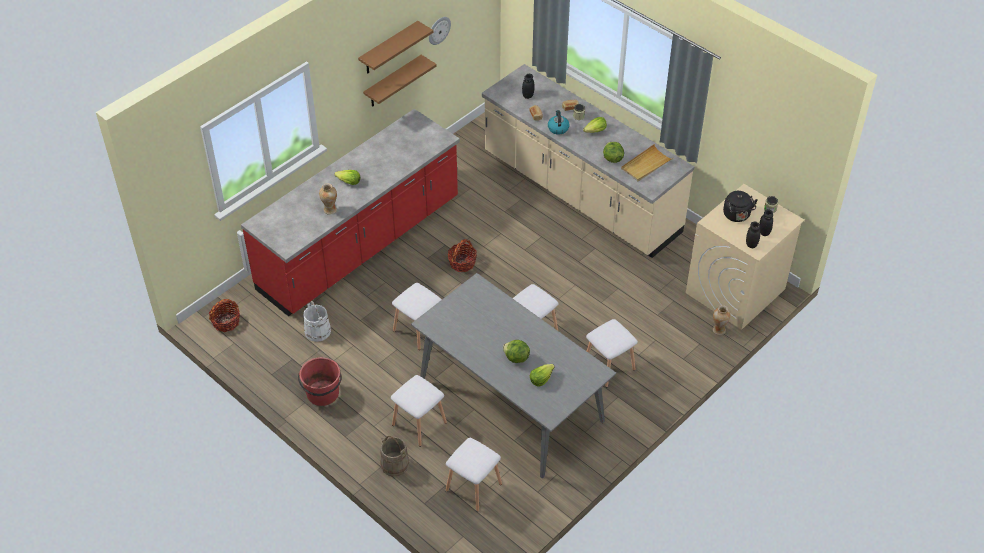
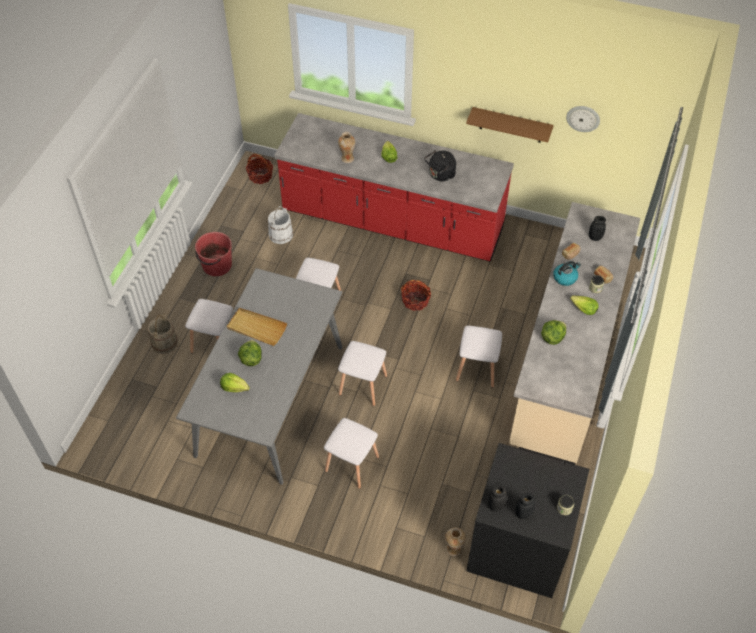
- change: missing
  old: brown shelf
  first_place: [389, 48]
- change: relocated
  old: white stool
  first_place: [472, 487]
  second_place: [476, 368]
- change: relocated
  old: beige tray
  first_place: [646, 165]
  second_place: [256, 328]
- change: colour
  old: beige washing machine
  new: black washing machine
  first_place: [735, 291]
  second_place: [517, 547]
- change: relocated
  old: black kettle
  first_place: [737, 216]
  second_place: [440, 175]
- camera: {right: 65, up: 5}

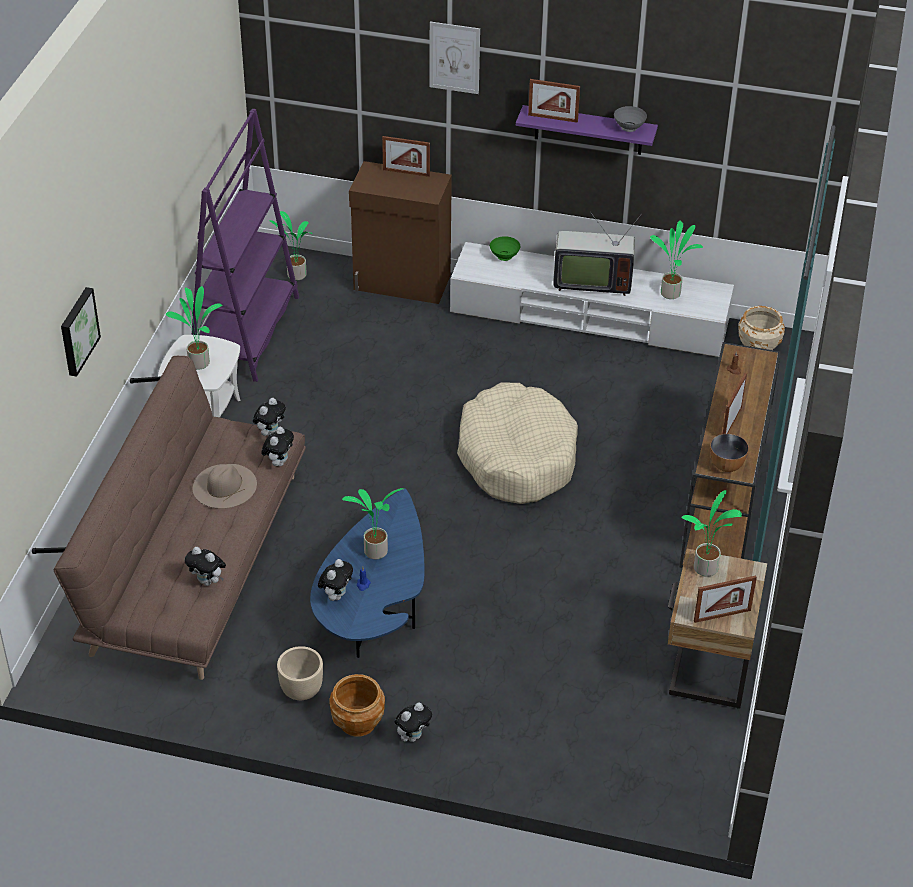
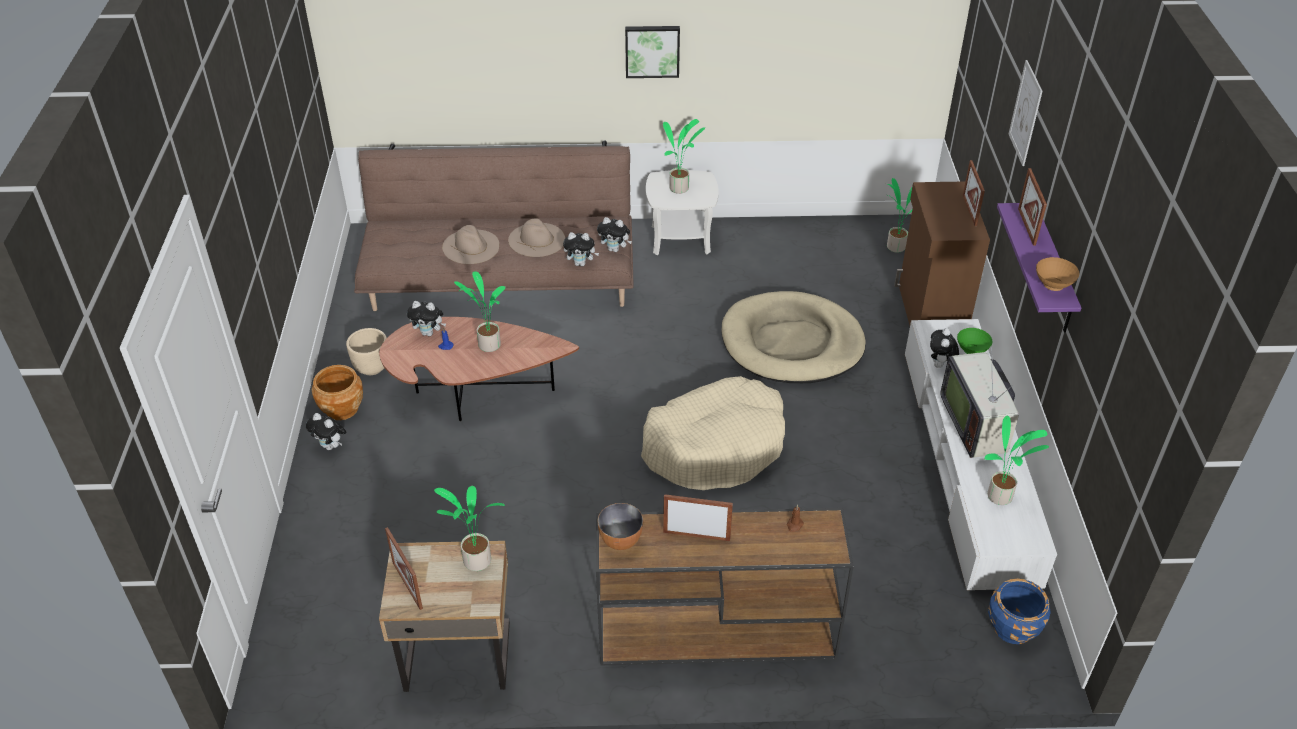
- change: relocated
  old: picture
  first_place: [77, 331]
  second_place: [652, 50]
- change: relocated
  old: plush toy
  first_place: [208, 581]
  second_place: [940, 366]
- change: missing
  old: purple bookcase
  first_place: [245, 334]
- change: colour
  old: blue coffee table
  new: brown coffee table
  first_place: [374, 611]
  second_place: [473, 391]
- change: colour
  old: grey bowl
  new: brown bowl
  first_place: [629, 129]
  second_place: [1053, 286]
- change: colour
  old: beige planter
  new: blue planter
  first_place: [758, 346]
  second_place: [1013, 628]
- change: appeared
  new: beige hat
  second_place: [471, 246]
- change: appeared
  new: beige dog bed
  second_place: [792, 343]
- camera: {right: 75, up: 0}

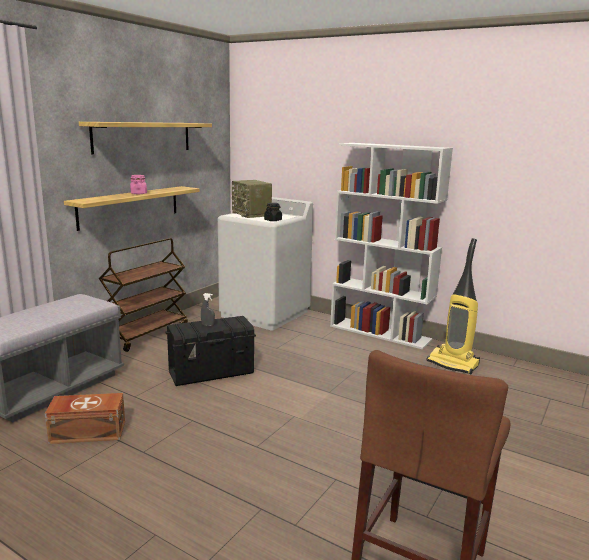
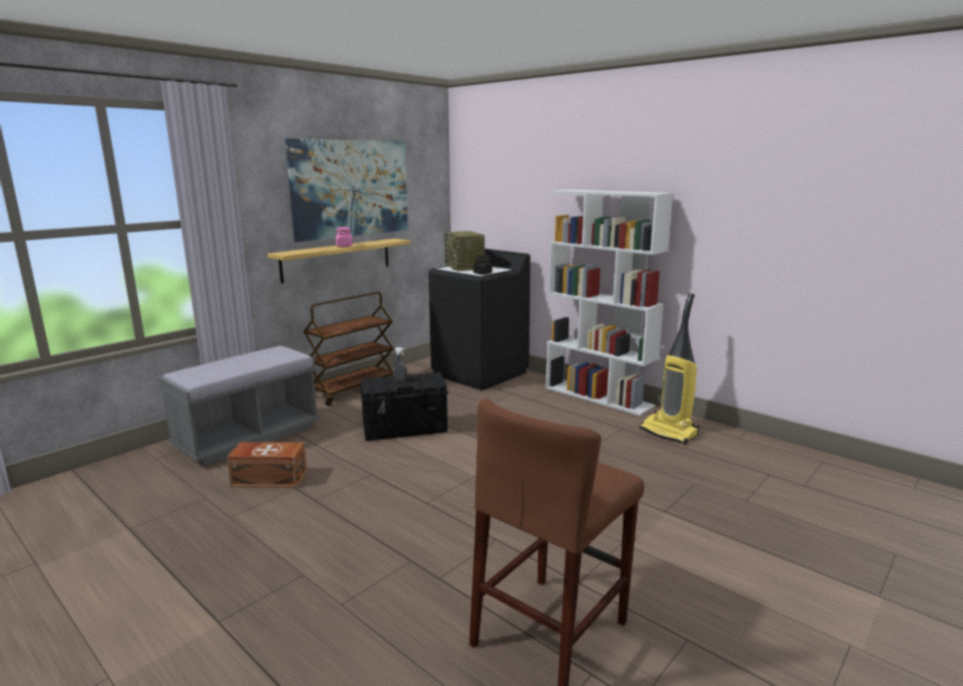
- change: exchanged
  old: shelf
  new: picture
  first_place: [143, 137]
  second_place: [351, 188]
- change: colour
  old: white washing machine
  new: black washing machine
  first_place: [265, 314]
  second_place: [480, 373]
- camera: {right: 10, up: 0}

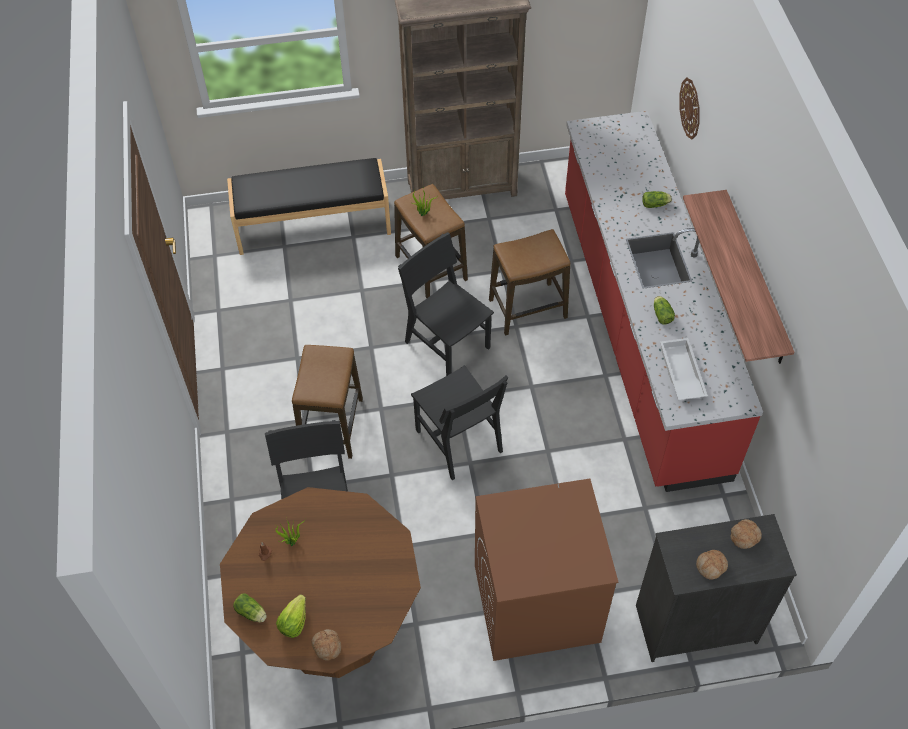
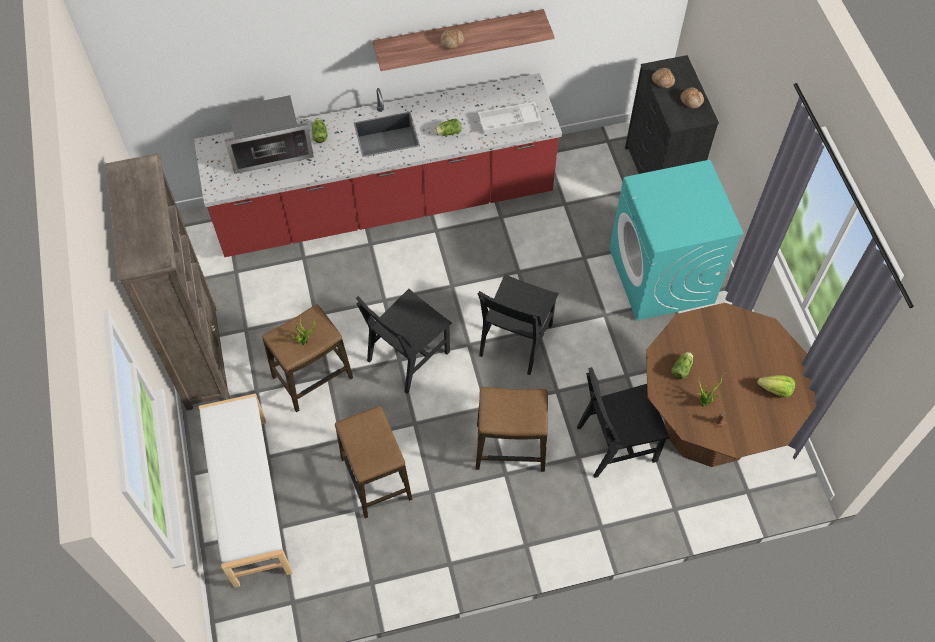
- change: colour
  old: black bench
  new: white bench
  first_place: [313, 225]
  second_place: [249, 500]
- change: relocated
  old: lettuce
  first_place: [252, 613]
  second_place: [682, 368]
- change: relocated
  old: bread
  first_place: [326, 646]
  second_place: [452, 42]
- change: spun
  old: black chair
  first_place: [458, 441]
  second_place: [515, 340]
  degrees: 150
- change: colour
  old: brown washing machine
  new: turquoise washing machine
  first_place: [535, 604]
  second_place: [662, 276]
- change: relocated
  old: stool
  first_place: [528, 309]
  second_place: [376, 478]
- change: missing
  old: wall clock
  first_place: [690, 108]
- change: appeared
  new: microwave
  second_place: [270, 149]
- camera: {right: -95, up: 5}

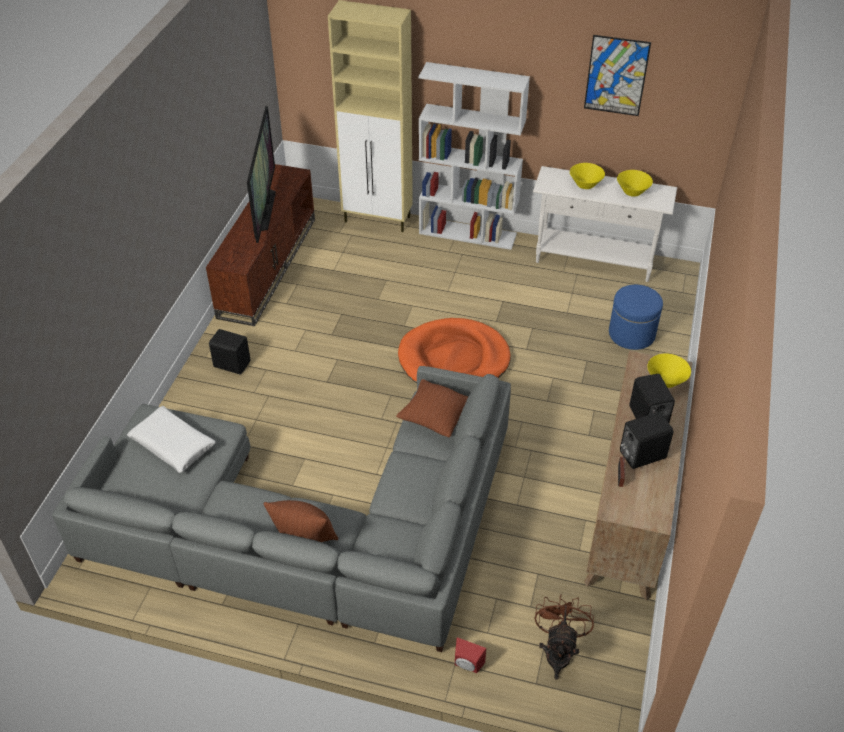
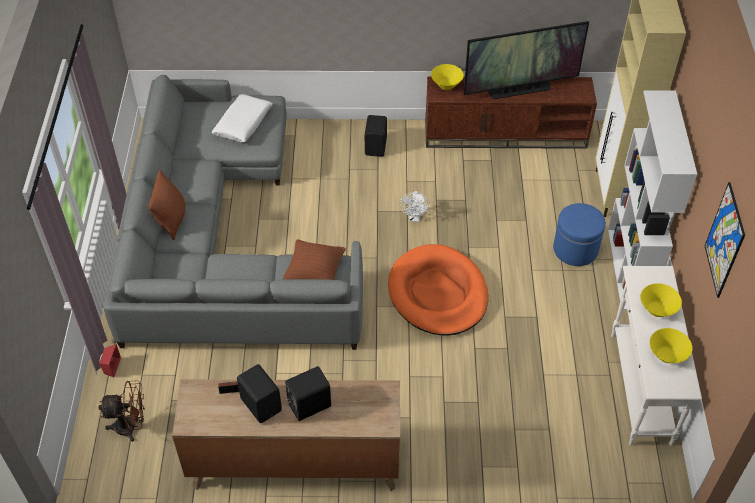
- change: relocated
  old: blue ottoman
  first_place: [631, 334]
  second_place: [575, 249]
- change: relocated
  old: yellow bowl
  first_place: [666, 381]
  second_place: [446, 85]
- change: appeared
  new: white fan
  second_place: [414, 217]
- camera: {right: 75, up: 5}

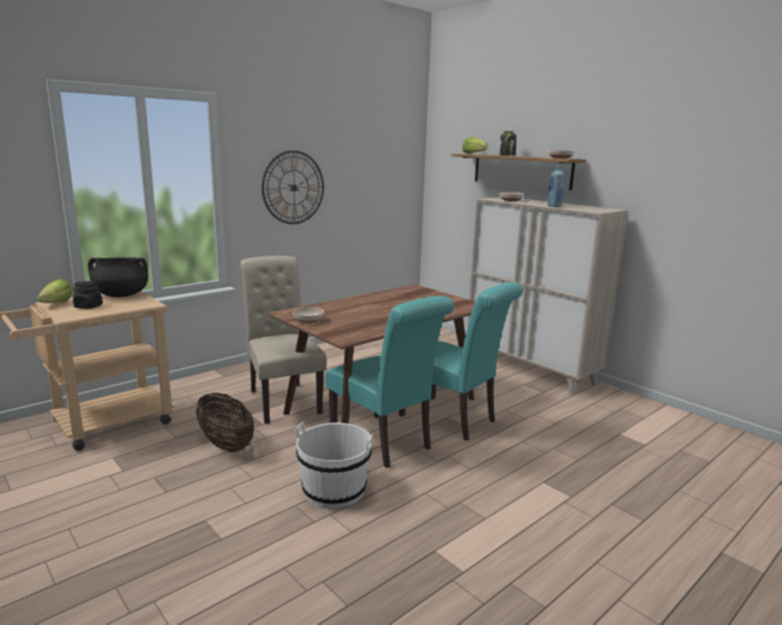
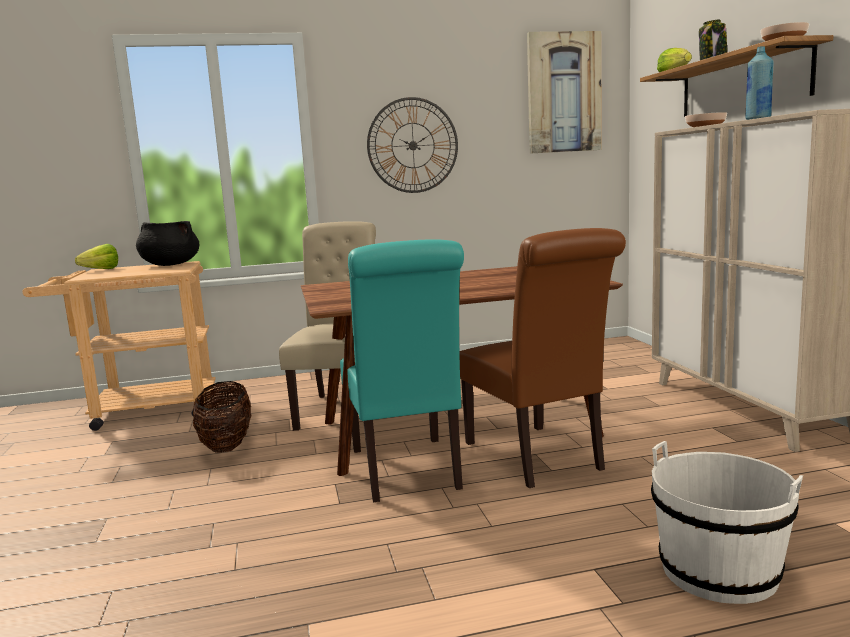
- change: missing
  old: black jar
  first_place: [88, 306]
- change: missing
  old: bowl
  first_place: [308, 320]
- change: relocated
  old: white bucket
  first_place: [334, 490]
  second_place: [719, 571]
- change: colour
  old: turquoise chair
  new: brown chair
  first_place: [452, 420]
  second_place: [538, 458]
- change: appeared
  new: picture
  second_place: [563, 93]
- camera: {right: 30, up: -5}

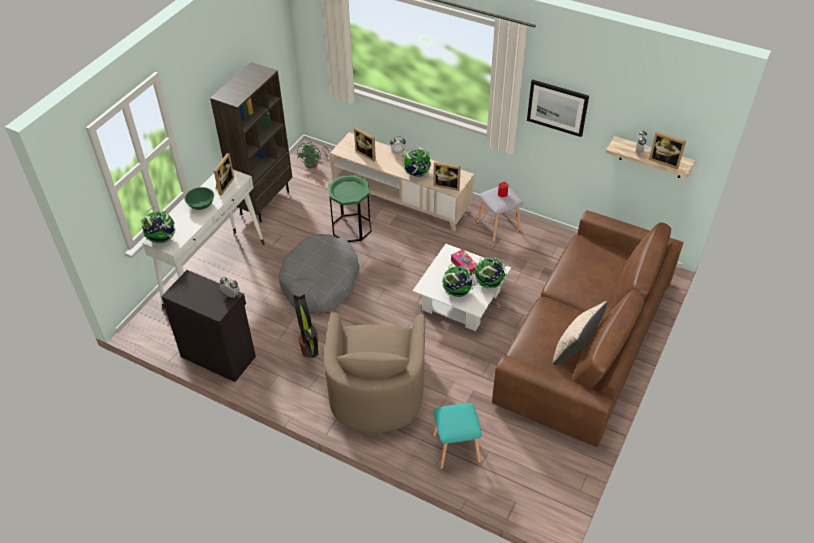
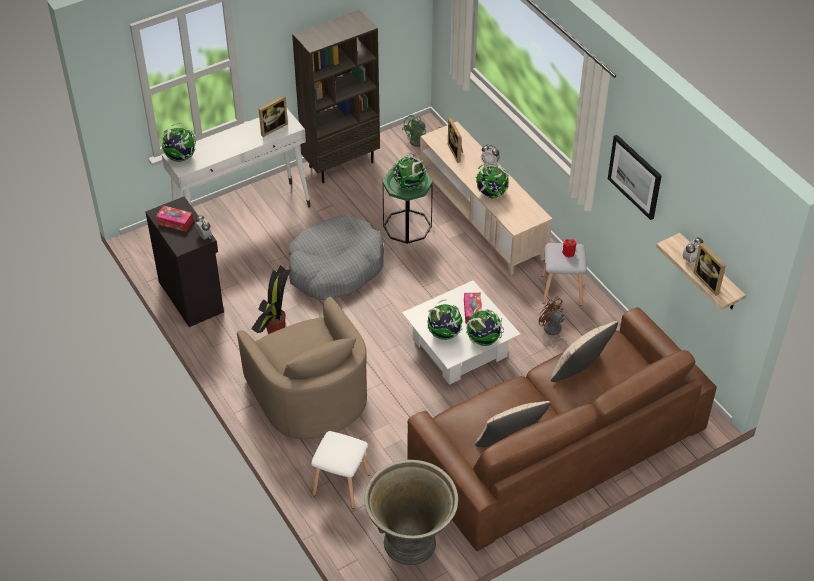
- change: missing
  old: green bowl
  first_place: [201, 204]
- change: spun
  old: beige armchair
  first_place: [376, 390]
  second_place: [309, 395]
  degrees: -60
- change: missing
  old: picture frame
  first_place: [447, 185]
- change: colour
  old: turquoise stool
  new: white stool
  first_place: [455, 449]
  second_place: [340, 484]
- change: appeared
  new: tissue box
  second_place: [175, 222]
- change: appeared
  new: grey planter
  second_place: [411, 544]
- change: appeared
  new: globe
  second_place: [409, 185]
- change: appeared
  new: brown fan
  second_place: [552, 332]
- change: appeared
  new: beige pillow
  second_place: [580, 370]
- camera: {right: 30, up: 0}

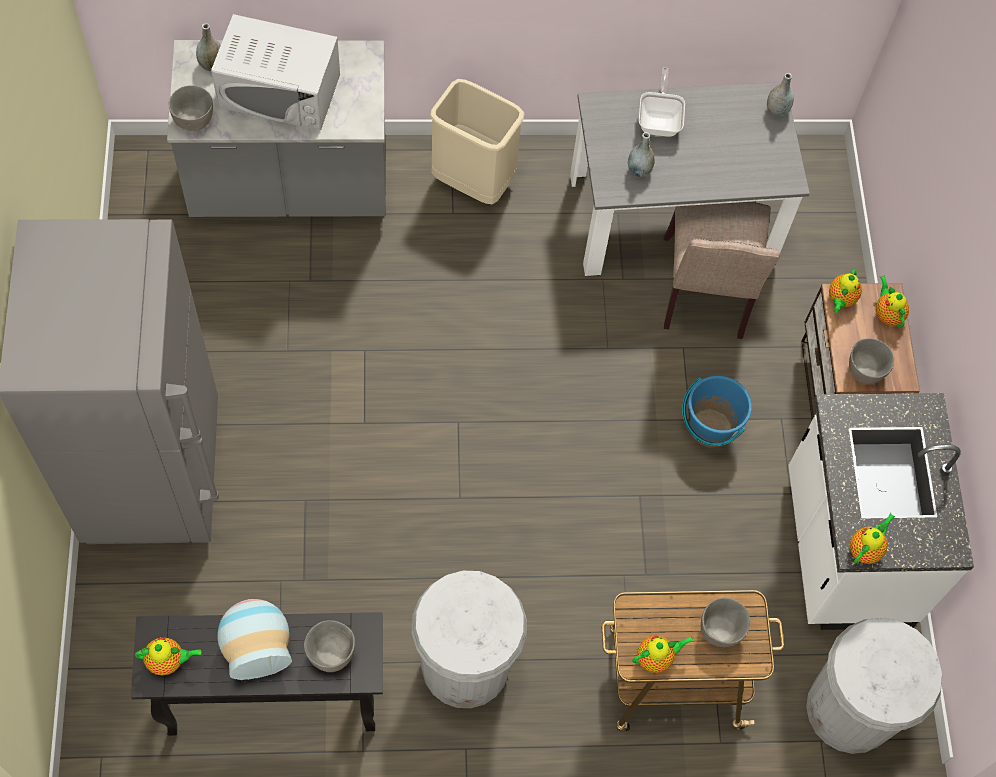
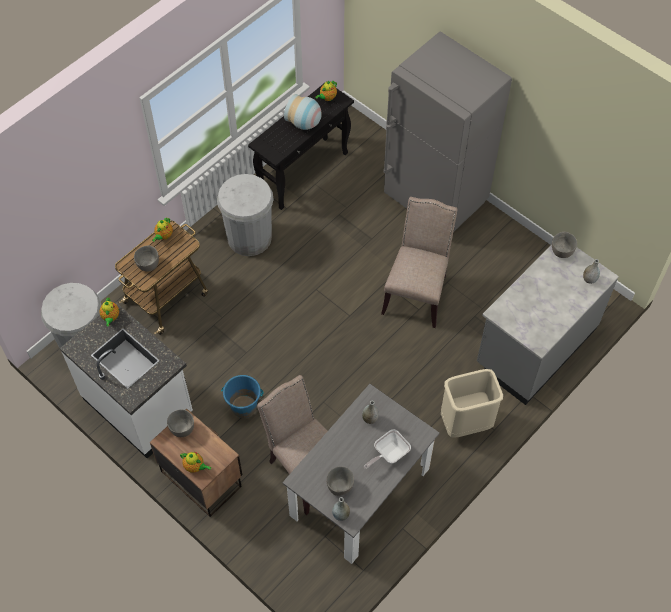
- change: missing
  old: white microwave
  first_place: [279, 91]
- change: relocated
  old: grey bowl
  first_place: [330, 653]
  second_place: [340, 486]
- change: spun
  old: frying pan
  first_place: [659, 120]
  second_place: [388, 454]
  degrees: 90
- change: missing
  old: teapot
  first_place: [840, 300]
- change: appeared
  new: beige chair
  second_place: [416, 292]
- camera: {right: 140, up: -5}

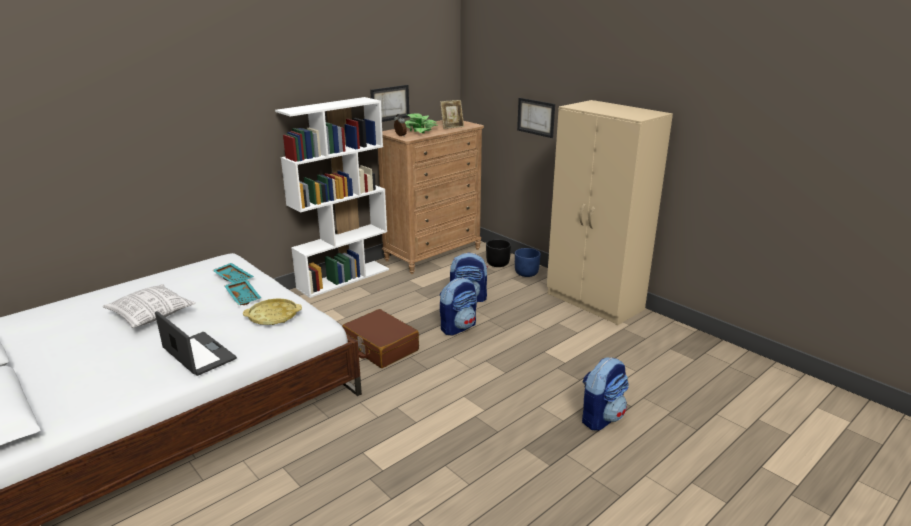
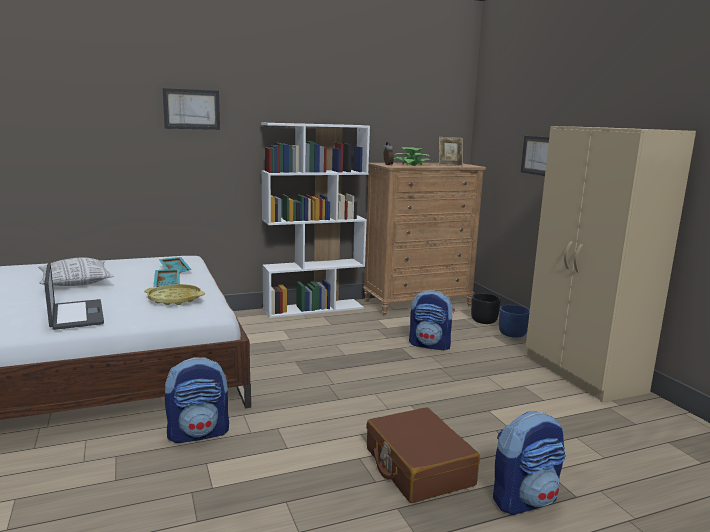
- change: relocated
  old: brown suitcase
  first_place: [380, 347]
  second_place: [418, 467]
- change: relocated
  old: picture
  first_place: [390, 103]
  second_place: [191, 109]
- change: relocated
  old: backpack
  first_place: [458, 327]
  second_place: [199, 433]
- camera: {right: 20, up: -10}

